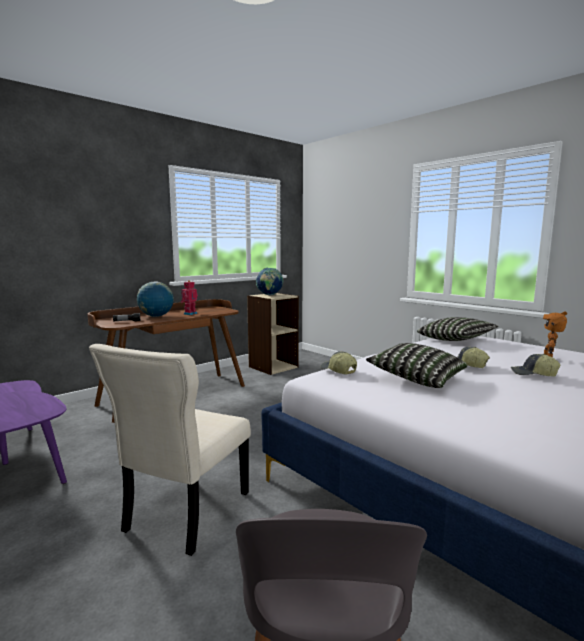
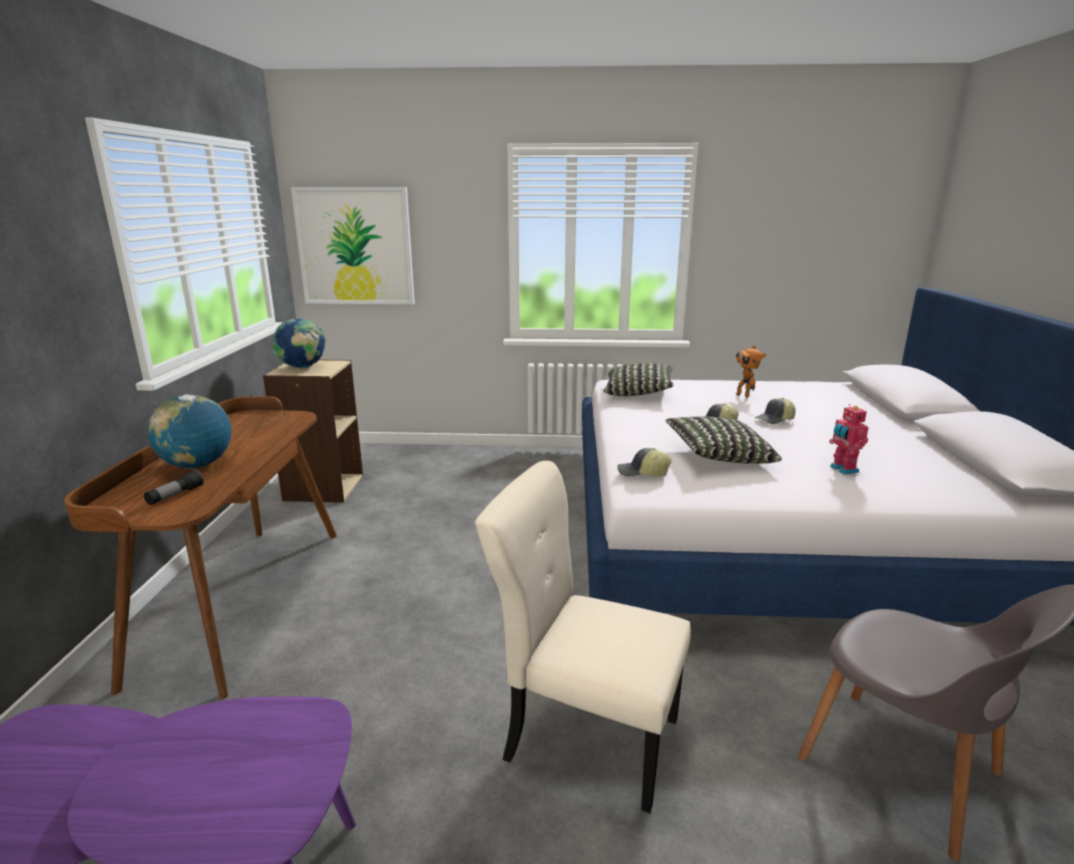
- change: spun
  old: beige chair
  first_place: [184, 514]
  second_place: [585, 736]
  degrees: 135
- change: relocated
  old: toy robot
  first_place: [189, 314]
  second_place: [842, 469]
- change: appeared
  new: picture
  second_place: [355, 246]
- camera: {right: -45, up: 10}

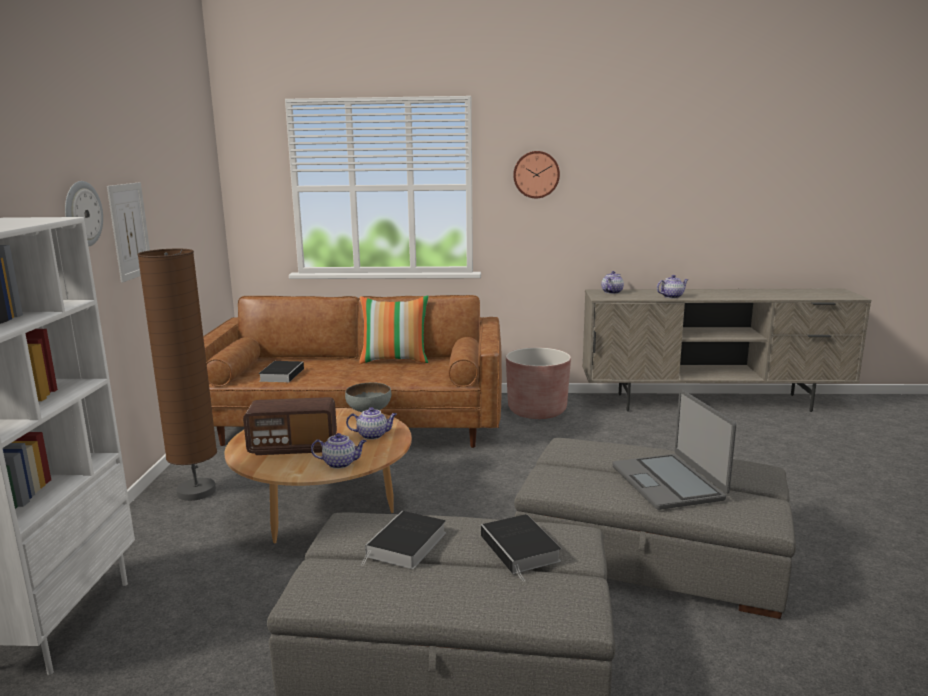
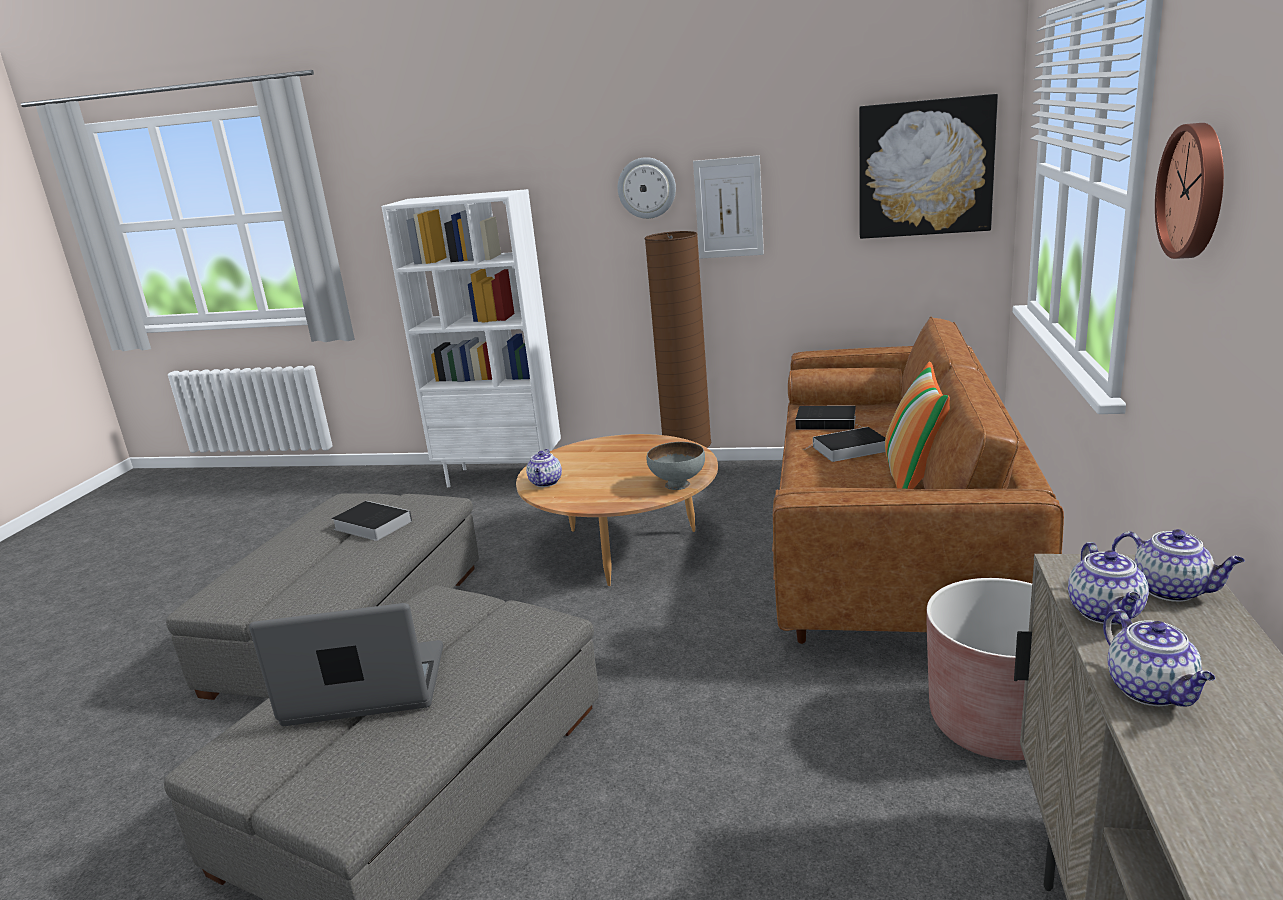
- change: missing
  old: radio
  first_place: [293, 447]
- change: relocated
  old: teapot
  first_place: [373, 435]
  second_place: [1106, 613]
- change: relocated
  old: book
  first_place: [521, 549]
  second_place: [848, 449]
- change: appeared
  new: picture
  second_place: [925, 168]
- camera: {right: 100, up: 5}

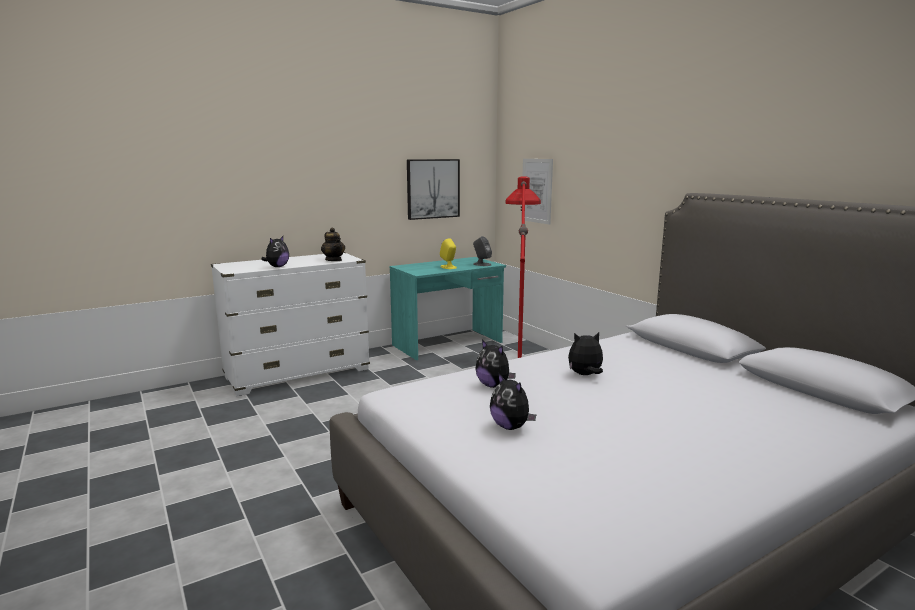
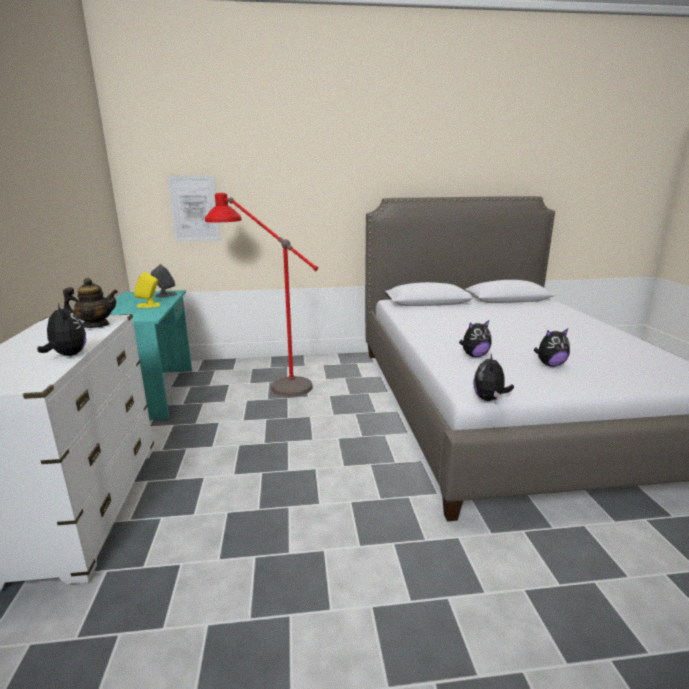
- change: missing
  old: picture
  first_place: [433, 188]
- change: relocated
  old: plush toy
  first_place: [585, 375]
  second_place: [489, 399]
- camera: {right: -65, up: 5}

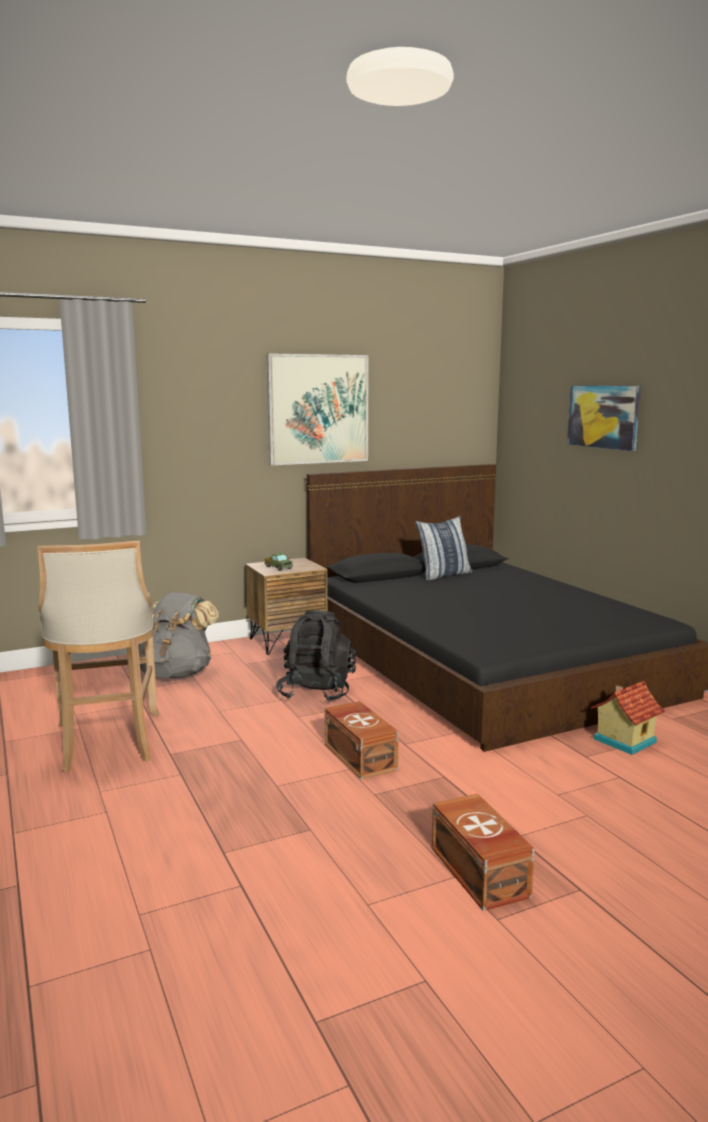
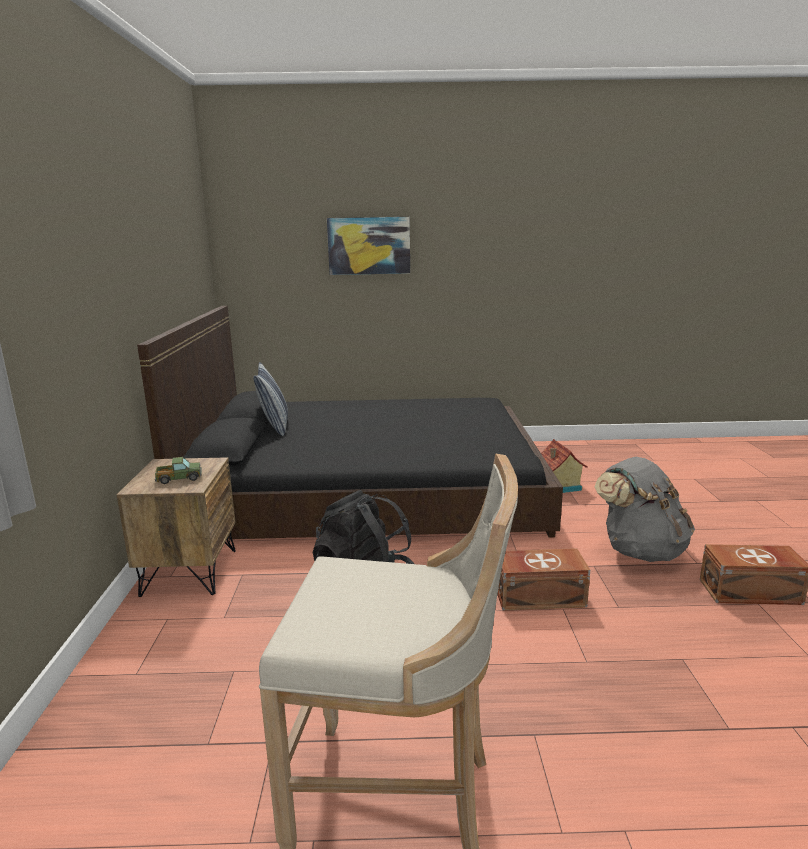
- change: relocated
  old: grey backpack
  first_place: [177, 673]
  second_place: [640, 550]
- change: missing
  old: picture
  first_place: [318, 409]
- camera: {right: -65, up: 5}

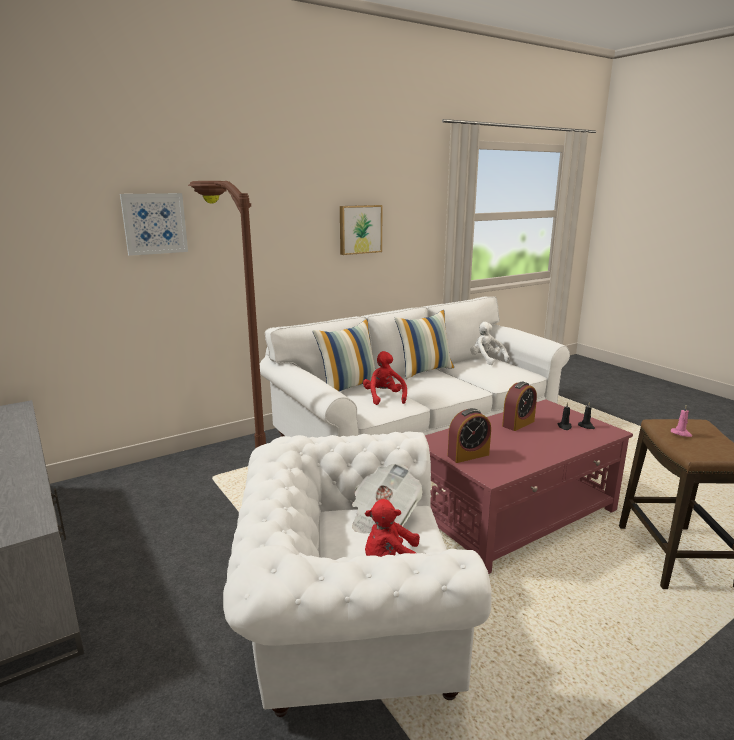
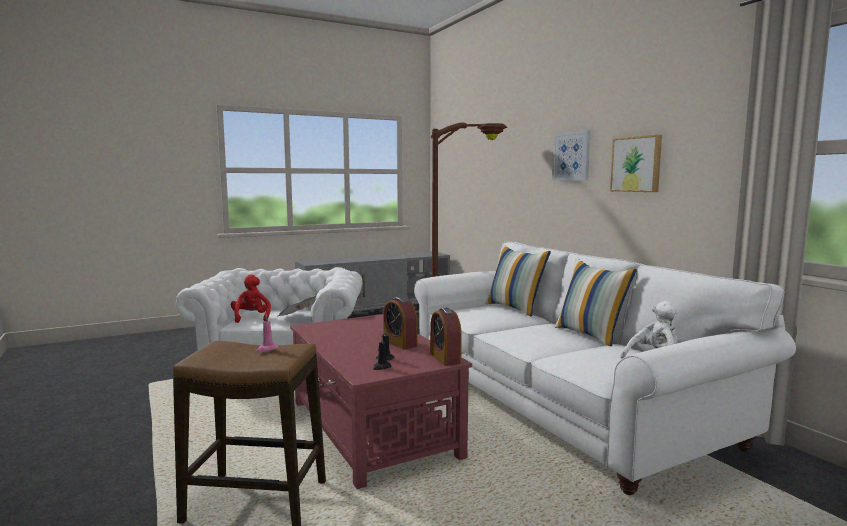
- change: relocated
  old: picture
  first_place: [154, 223]
  second_place: [571, 156]
- change: missing
  old: red plush toy
  first_place: [384, 397]
- change: relocated
  old: alarm clock
  first_place: [468, 455]
  second_place: [445, 358]
- camera: {right: 95, up: -10}

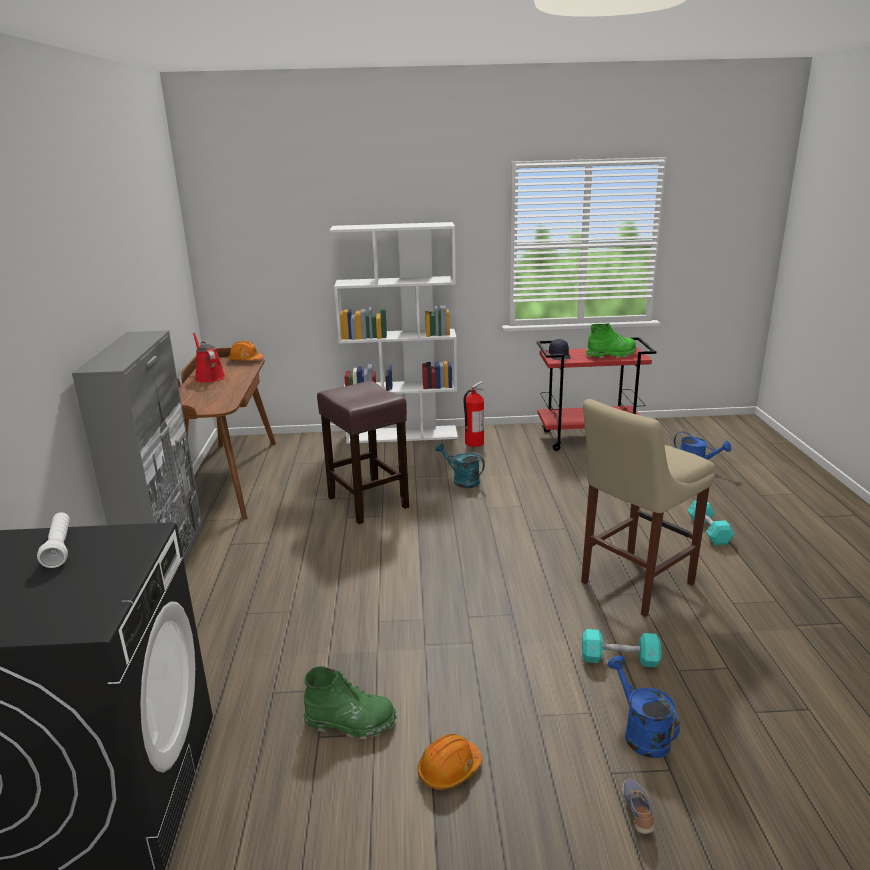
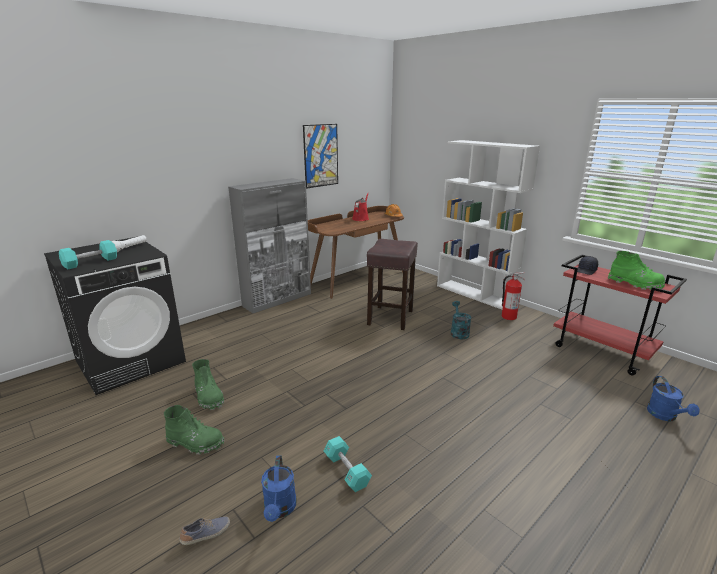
- change: exchanged
  old: orange hard hat
  new: green boot
  first_place: [449, 770]
  second_place: [195, 443]
- change: missing
  old: beige stool
  first_place: [633, 584]
- change: spun
  old: blue watering can
  first_place: [641, 733]
  second_place: [280, 509]
  degrees: 150
- change: relocated
  old: turquoise dumbbell
  first_place: [709, 531]
  second_place: [91, 262]
- change: appeared
  new: picture
  second_place: [321, 156]
- camera: {right: 50, up: 0}

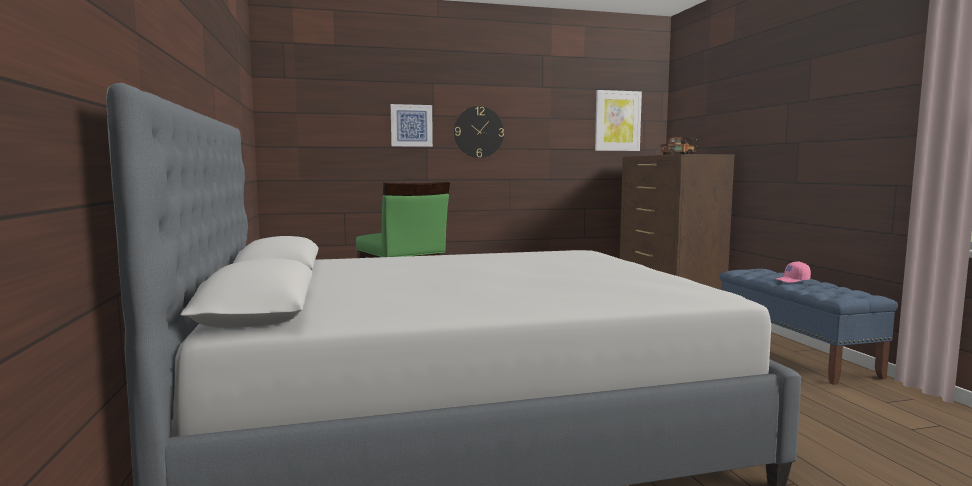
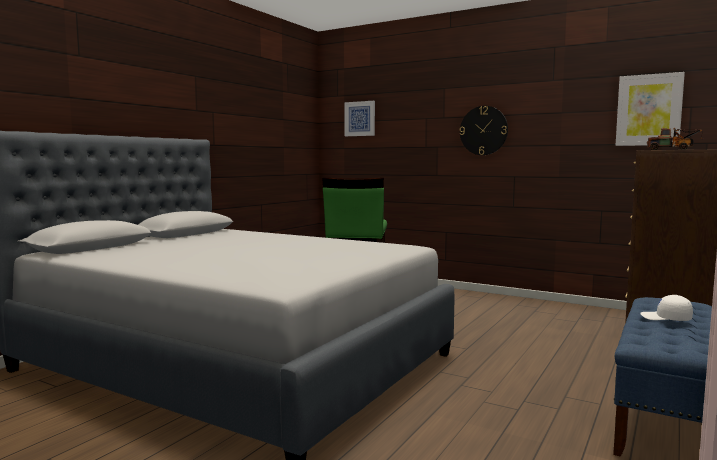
- change: relocated
  old: picture
  first_place: [411, 125]
  second_place: [360, 118]
- change: colour
  old: pink cap
  new: white cap
  first_place: [792, 280]
  second_place: [666, 318]
- camera: {right: 45, up: 0}

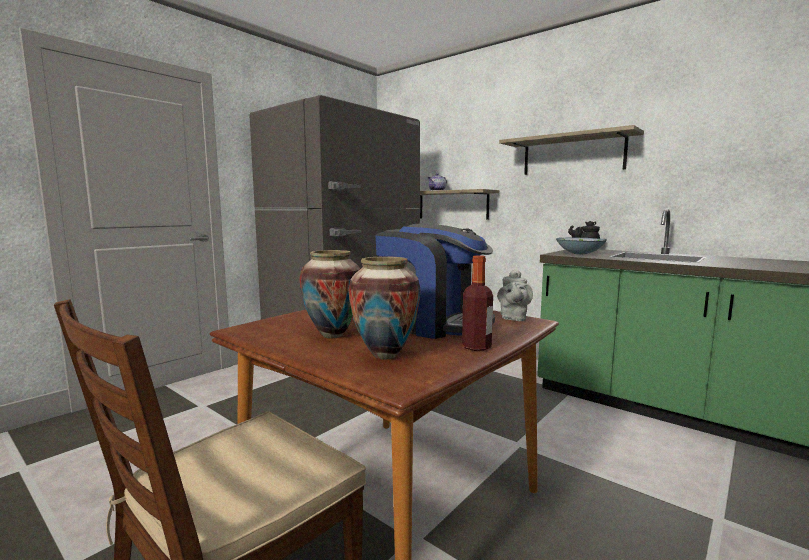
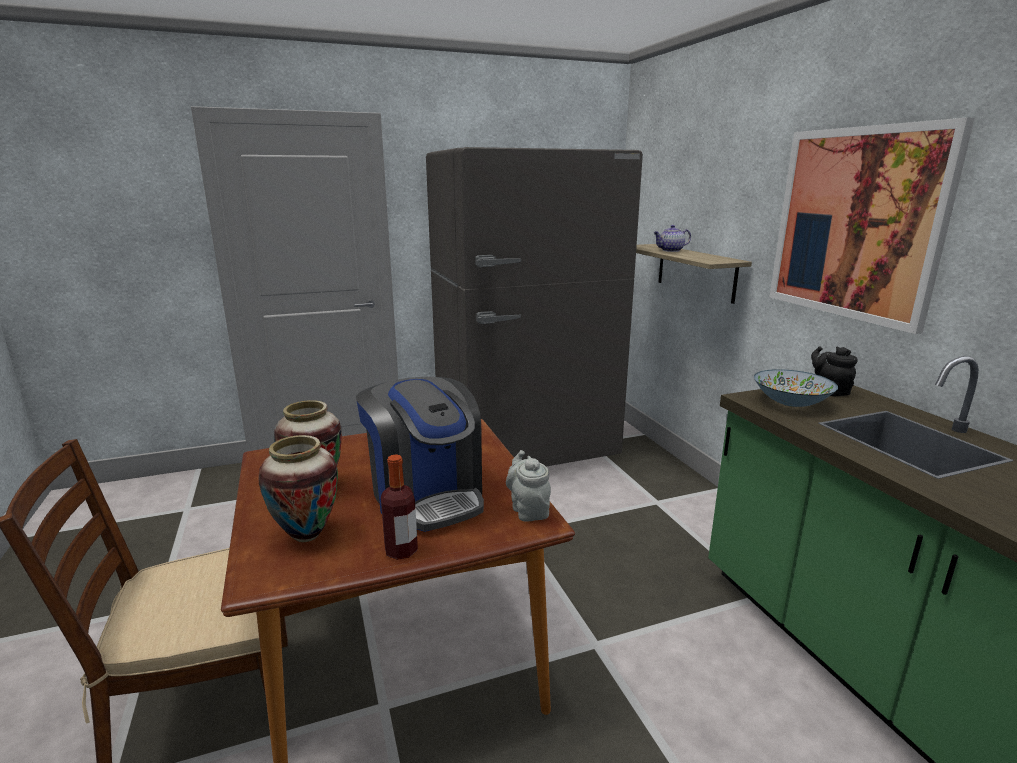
- change: spun
  old: grey teapot
  first_place: [513, 318]
  second_place: [528, 510]
  degrees: 120
- change: exchanged
  old: shelf
  new: picture
  first_place: [572, 155]
  second_place: [856, 224]
- camera: {right: 30, up: 10}

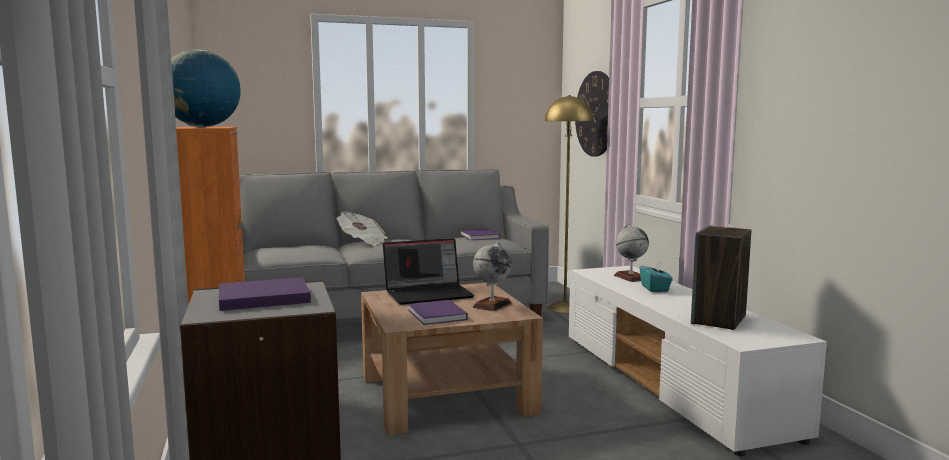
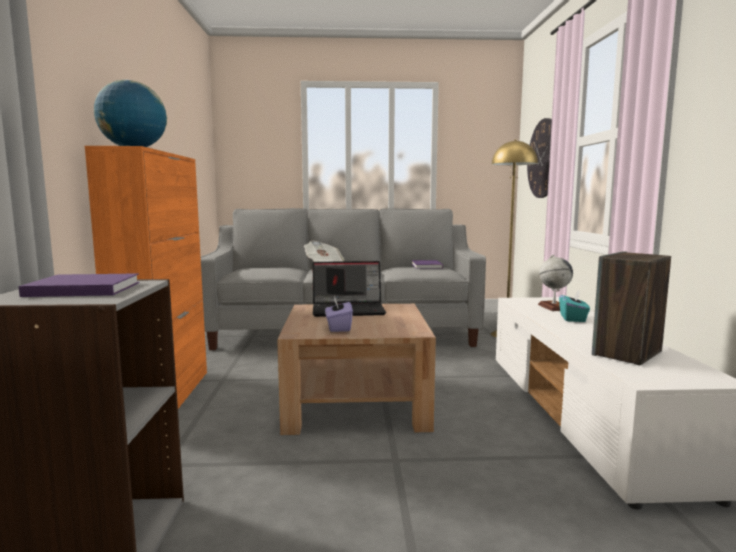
- change: exchanged
  old: purple book
  new: purple tissue box
  first_place: [437, 315]
  second_place: [338, 327]
- change: missing
  old: globe
  first_place: [492, 305]
- camera: {right: 15, up: 0}

